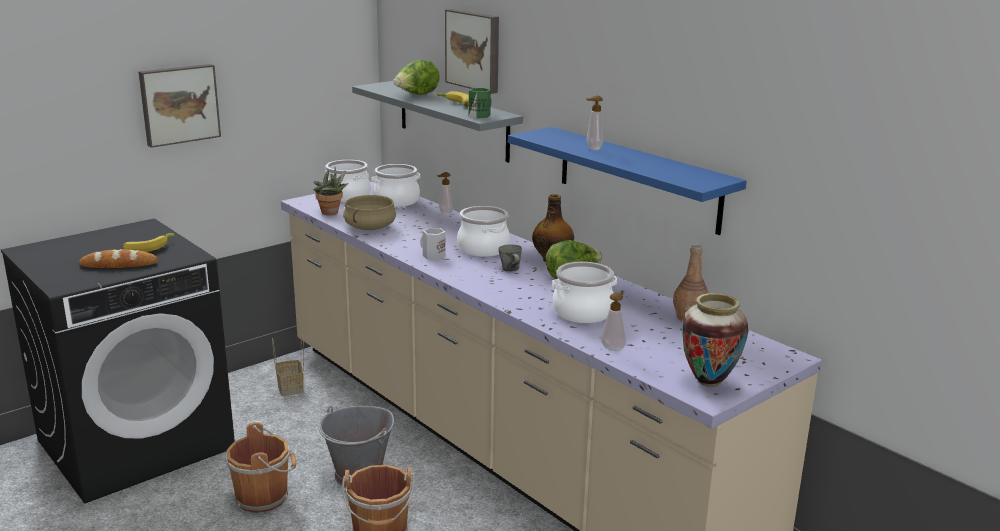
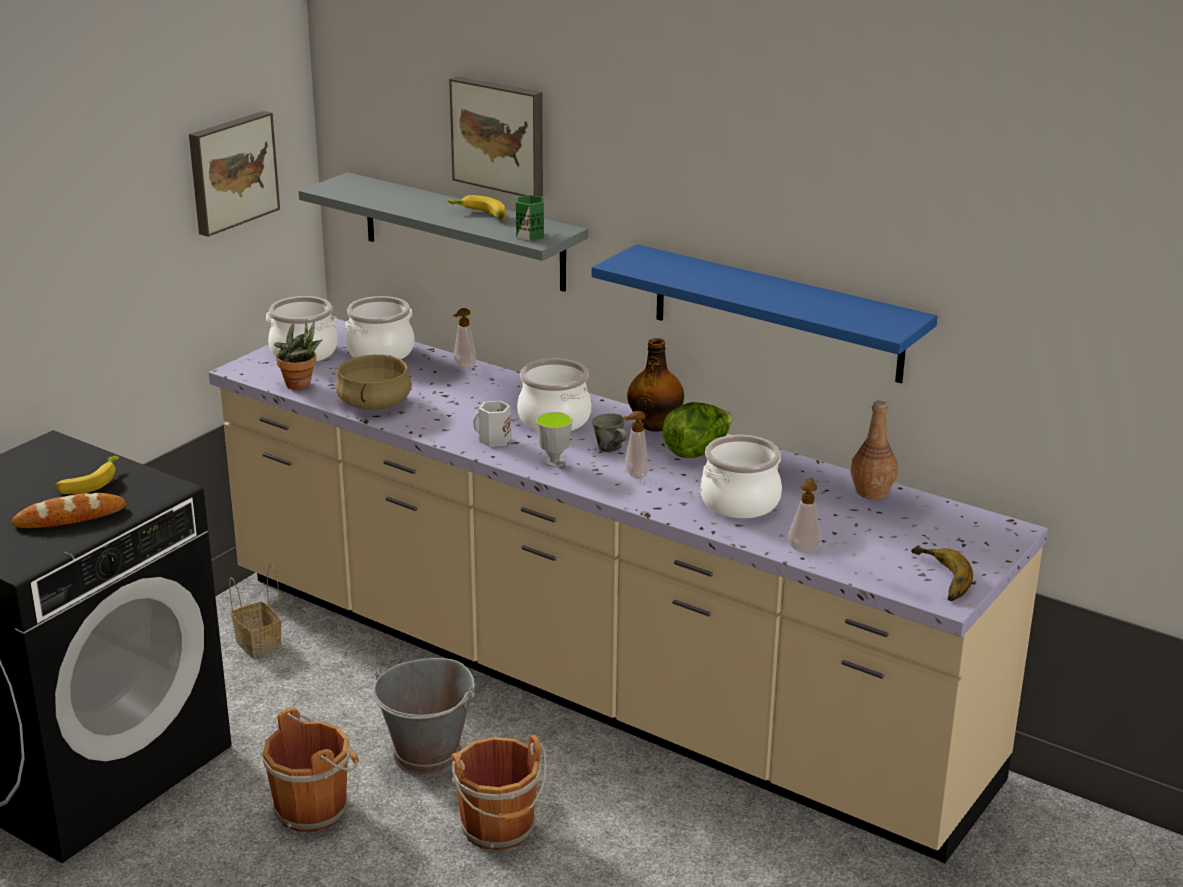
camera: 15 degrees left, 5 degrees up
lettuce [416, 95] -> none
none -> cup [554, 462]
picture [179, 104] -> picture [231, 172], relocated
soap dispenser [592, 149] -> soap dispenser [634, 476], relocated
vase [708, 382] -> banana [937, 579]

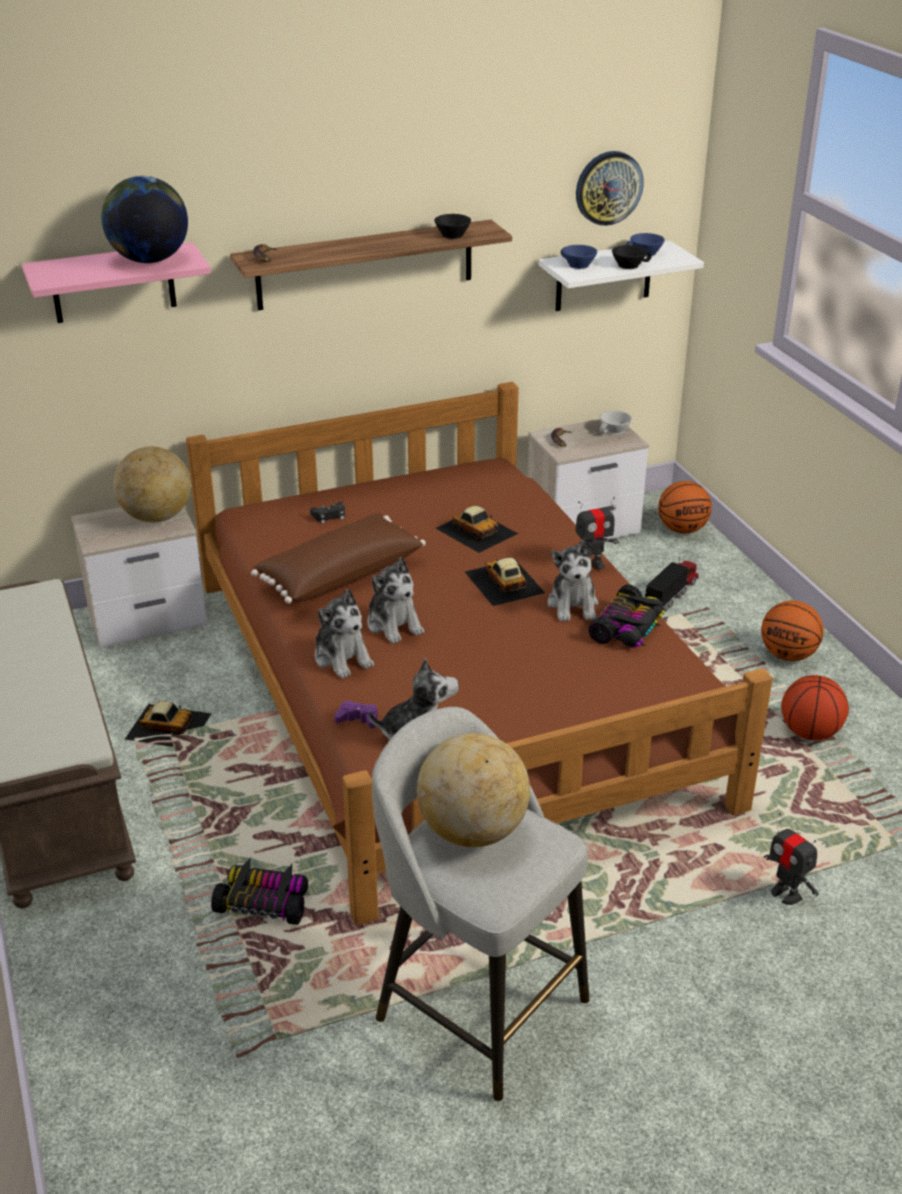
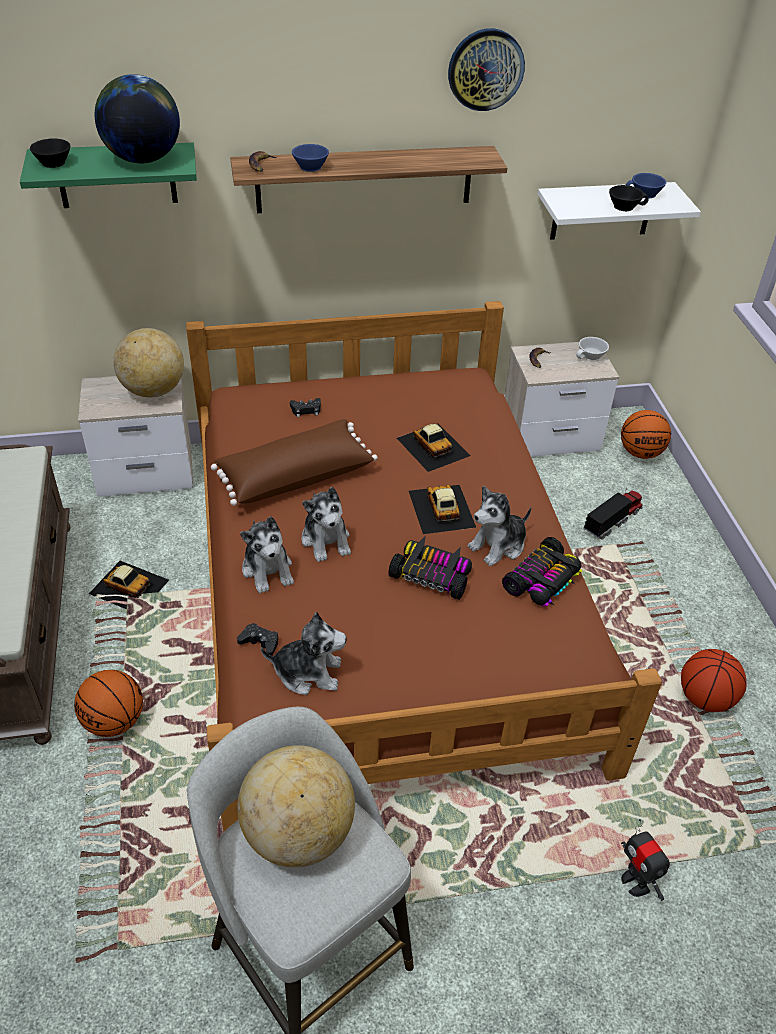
camera: 10 degrees right, 10 degrees up
toy robot [592, 565] -> none
toy car [264, 902] -> toy car [432, 575], relocated
cup in black [450, 235] -> cup in black [51, 162], relocated
cup in blue [577, 265] -> cup in blue [308, 167], relocated
wall clock [608, 187] -> wall clock [485, 69], relocated
basketball [788, 655] -> basketball [114, 721], relocated
shelf in pink [113, 283] -> shelf in green [116, 175]
game controller in purple [358, 719] -> game controller in black [260, 642]
plush toy [573, 605] -> plush toy [498, 545], 45 degrees clockwise

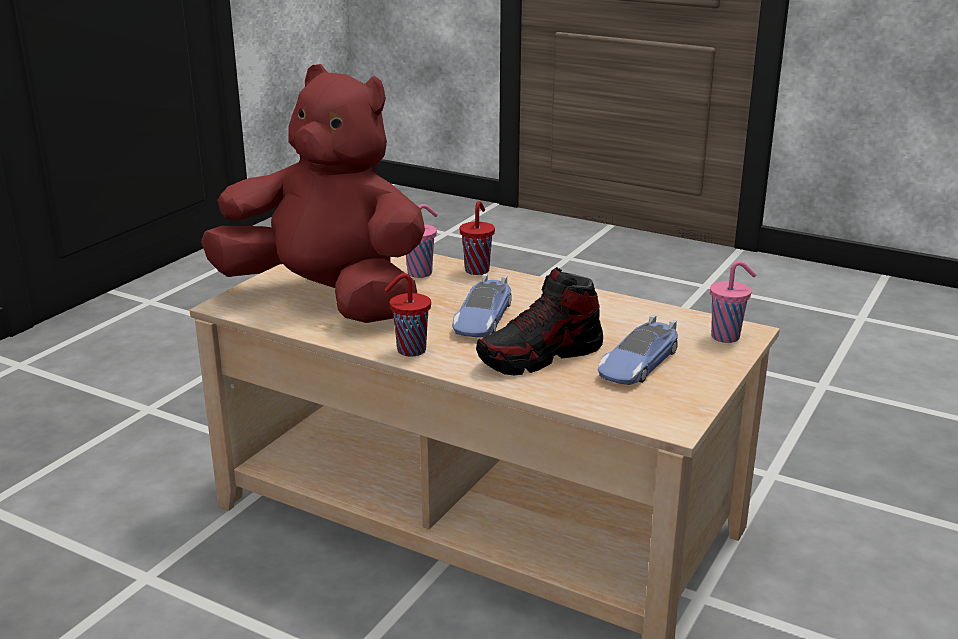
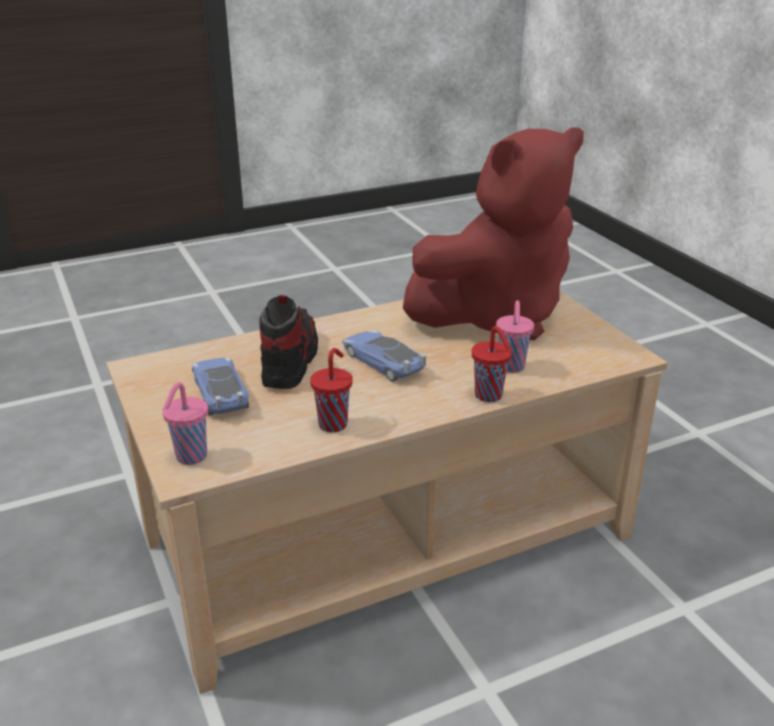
camera: 125 degrees right, 5 degrees up
cup in red [409, 351] -> cup in red [334, 423], relocated

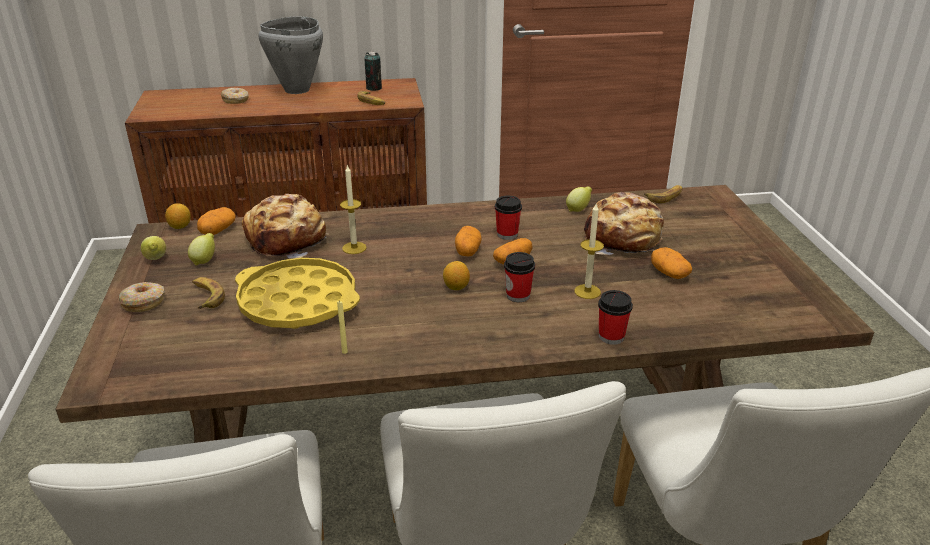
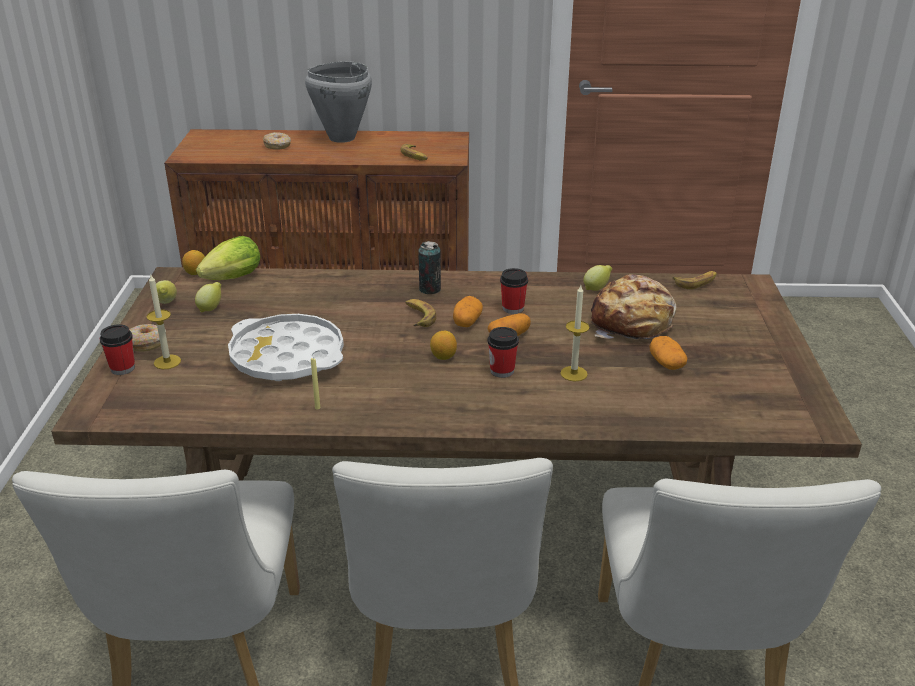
camera: 10 degrees right, 0 degrees up
bread [288, 240] -> none
banana [206, 296] -> banana [418, 316], relocated
candle [354, 248] -> candle [167, 362], relocated
can [374, 88] -> can [430, 289], relocated
cup [611, 336] -> cup [122, 368], relocated
potato [217, 230] -> lettuce [230, 280]
tray in yellow [298, 302] -> tray in white [287, 357]

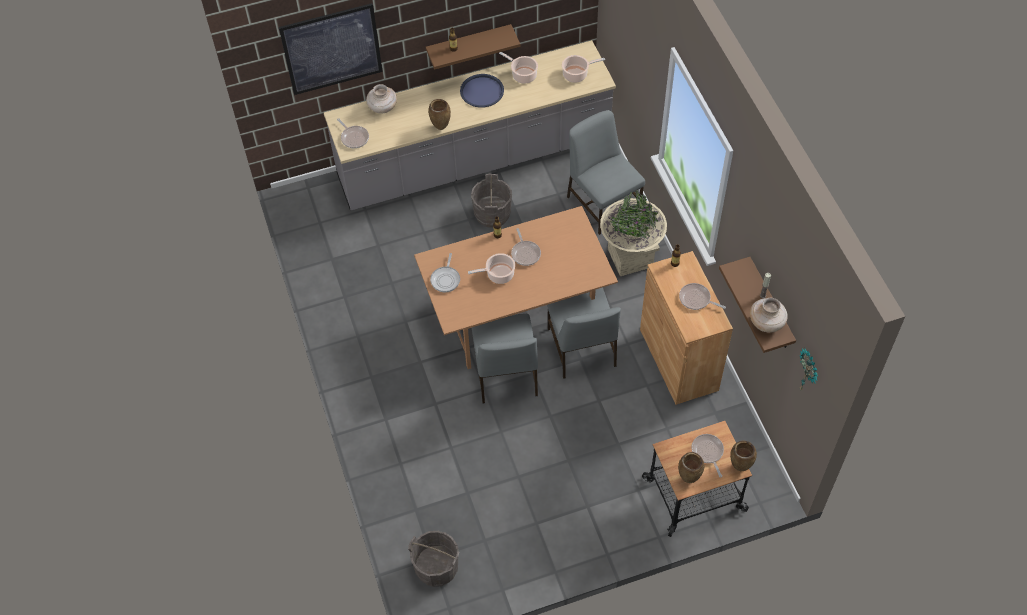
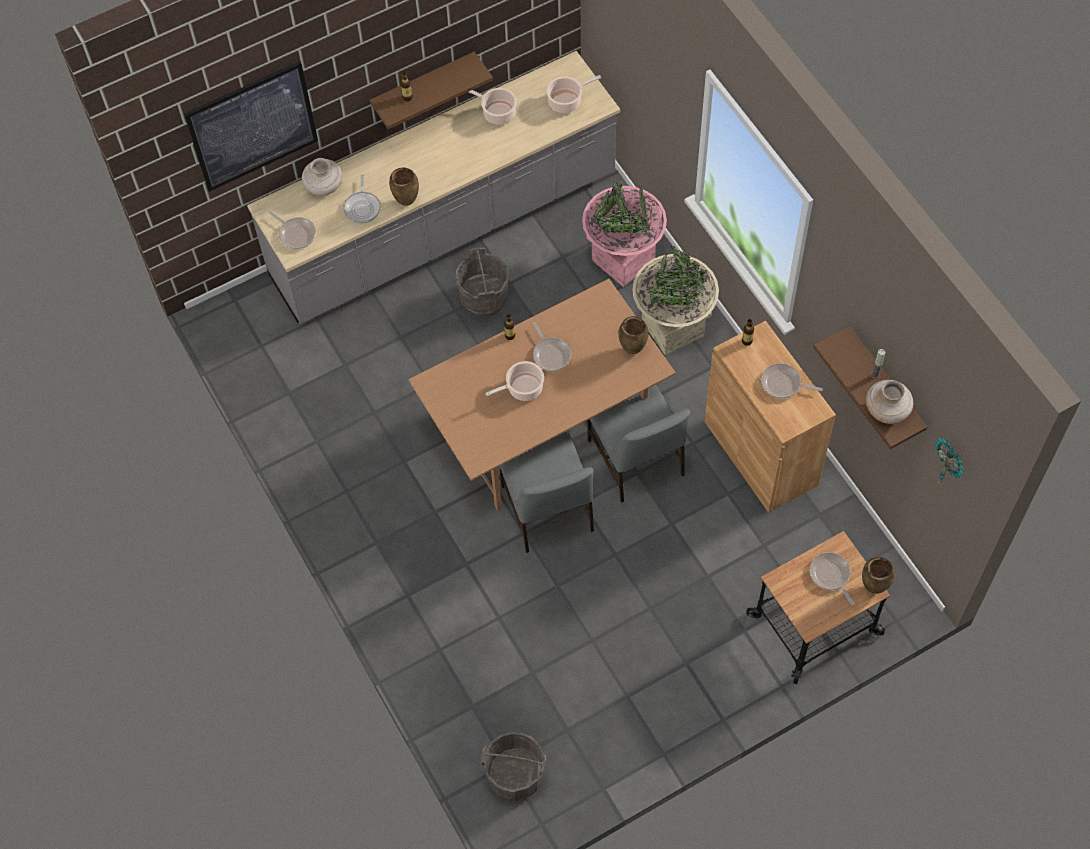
camera: 10 degrees left, 5 degrees up
tray in blue [482, 91] -> none
frying pan [446, 279] -> frying pan [362, 207], relocated
vase in brown [688, 479] -> vase in brown [632, 350], relocated
chair in grey [603, 203] -> planter in pink [623, 260]

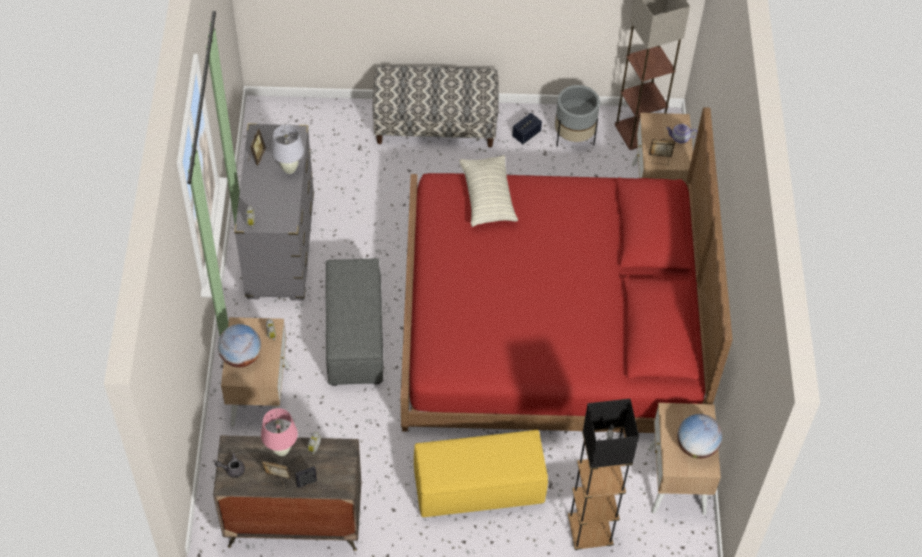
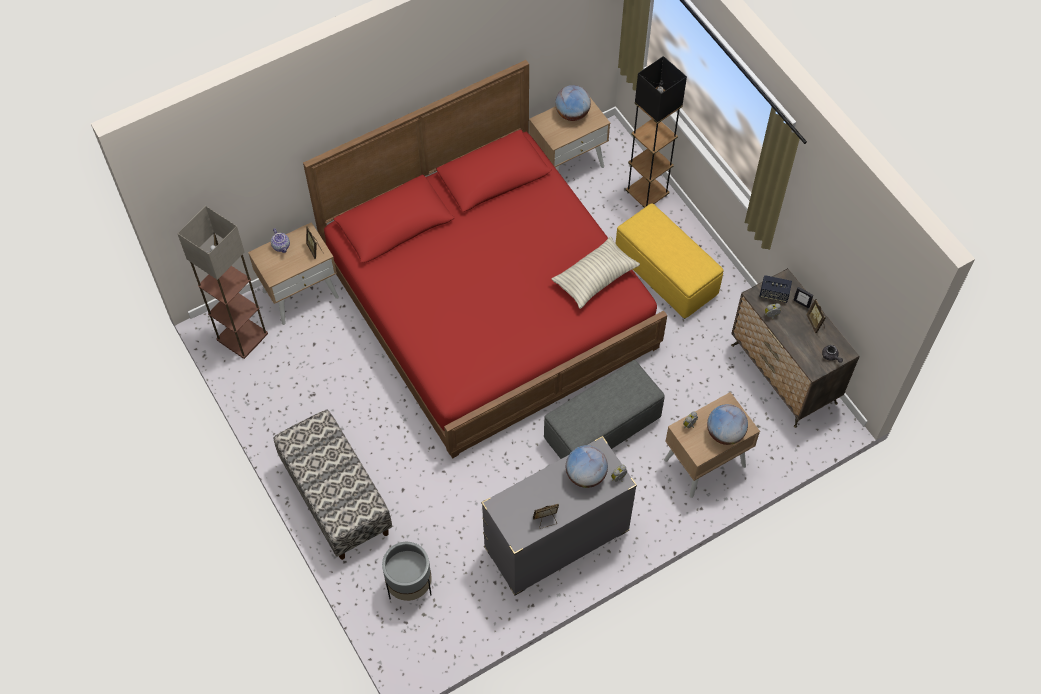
camera: 120 degrees left, 5 degrees up
table lamp in pink [281, 450] -> none
table lamp in white [289, 169] -> none
none -> globe [586, 475]
pillow [487, 198] -> pillow [595, 278], relocated
speaker [526, 134] -> speaker [774, 294], relocated
planter in grey [574, 137] -> planter in grey [409, 585], relocated

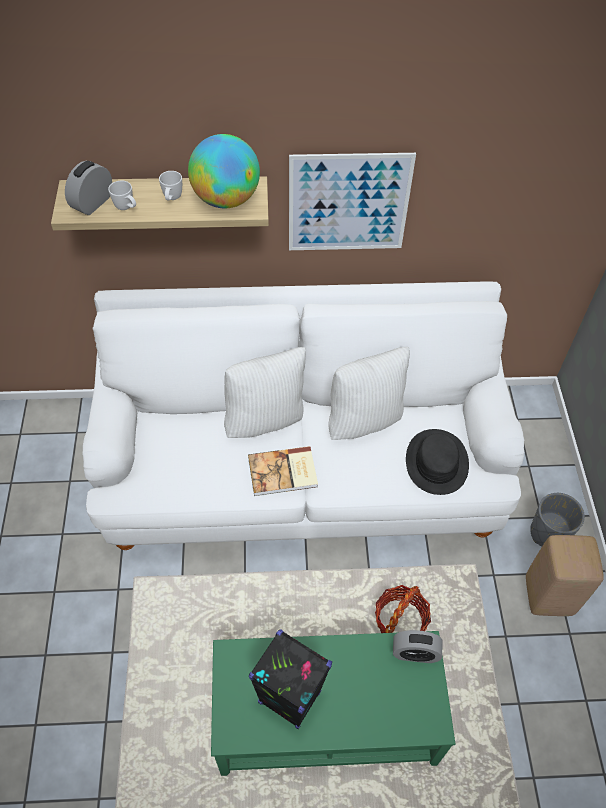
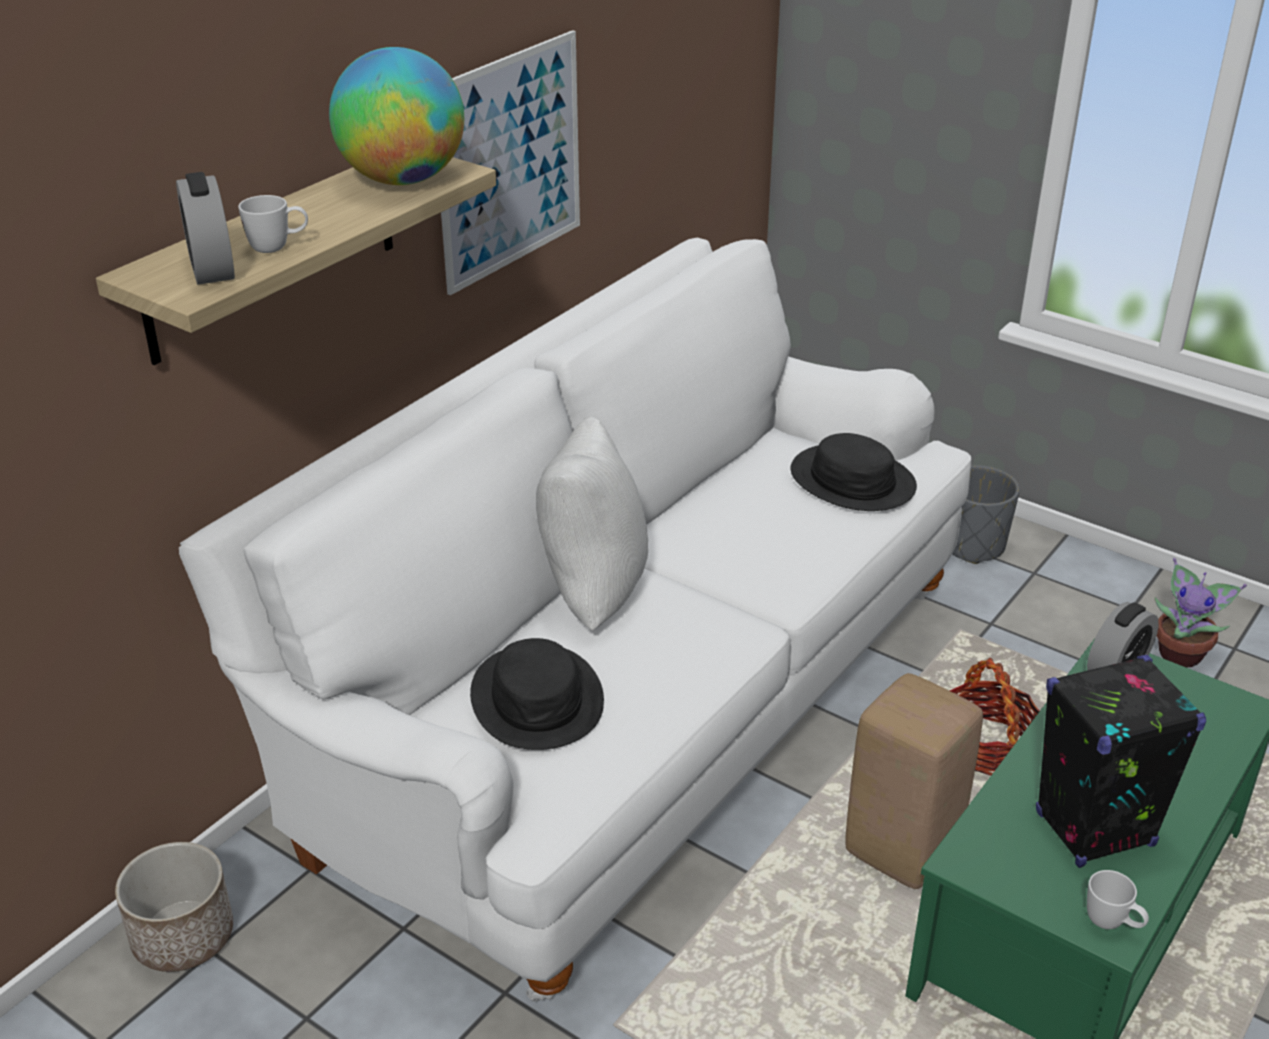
camera: 50 degrees left, 20 degrees down
book [283, 473] -> none
pillow in white [364, 419] -> none
none -> planter [183, 936]
none -> hat in black [537, 699]
none -> potted plant [1182, 654]
mug in white [172, 199] -> mug in white [1112, 924], relocated
stool in beige [549, 596] -> stool in beige [904, 849], relocated

